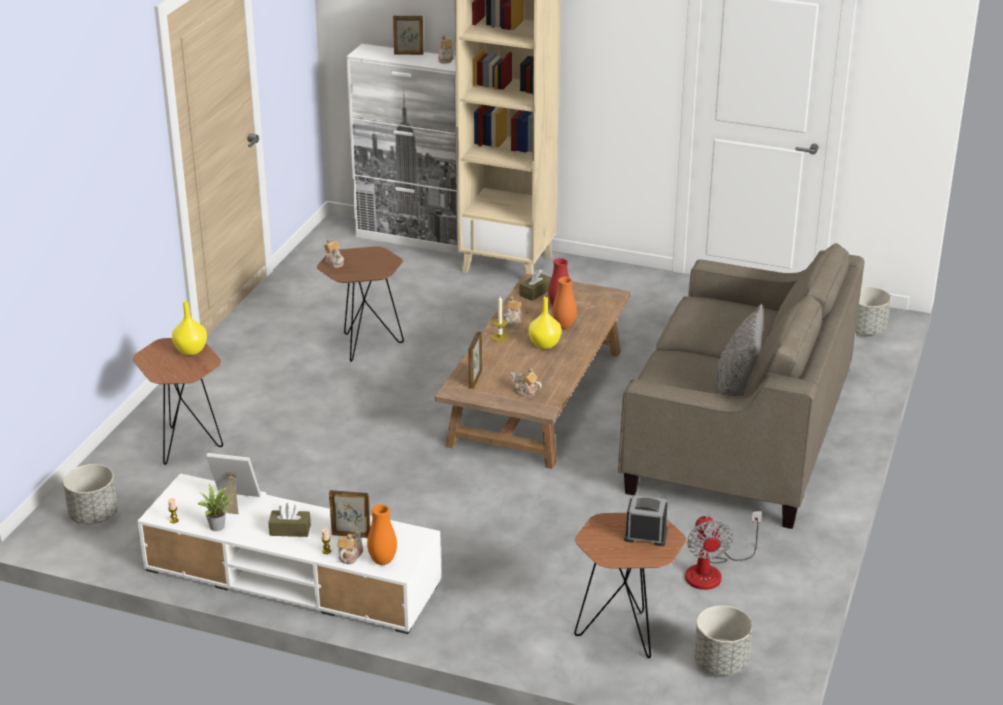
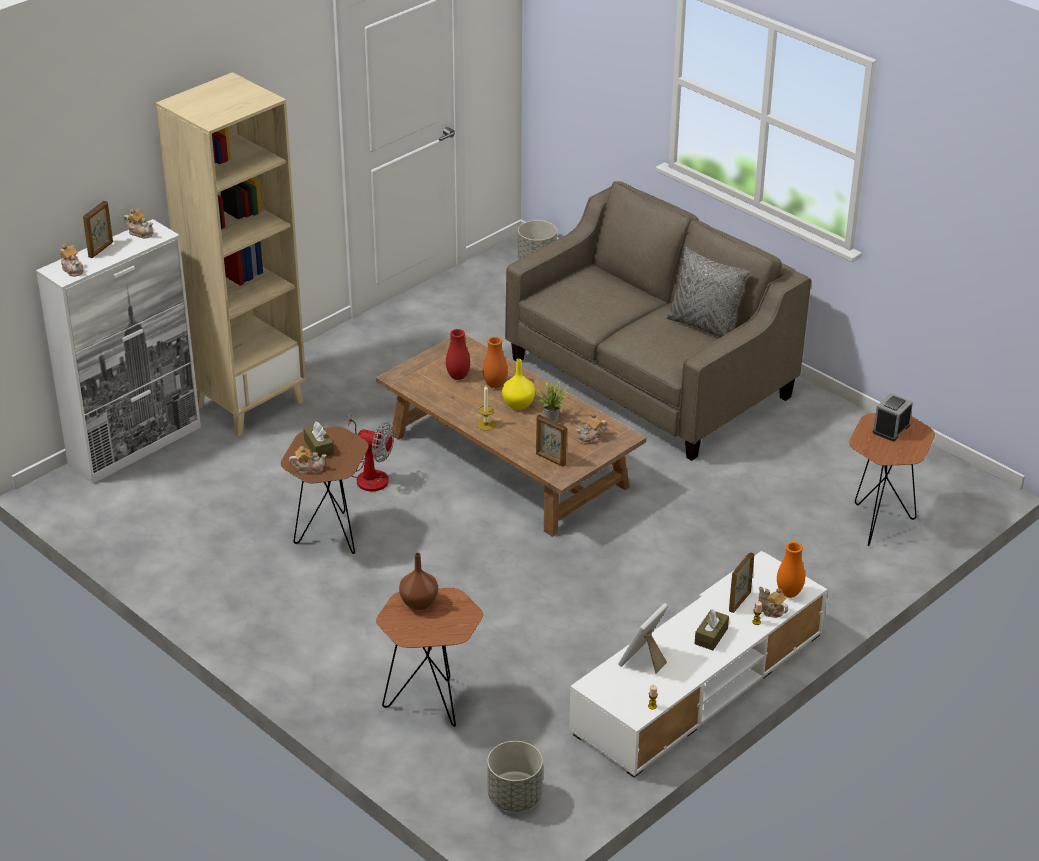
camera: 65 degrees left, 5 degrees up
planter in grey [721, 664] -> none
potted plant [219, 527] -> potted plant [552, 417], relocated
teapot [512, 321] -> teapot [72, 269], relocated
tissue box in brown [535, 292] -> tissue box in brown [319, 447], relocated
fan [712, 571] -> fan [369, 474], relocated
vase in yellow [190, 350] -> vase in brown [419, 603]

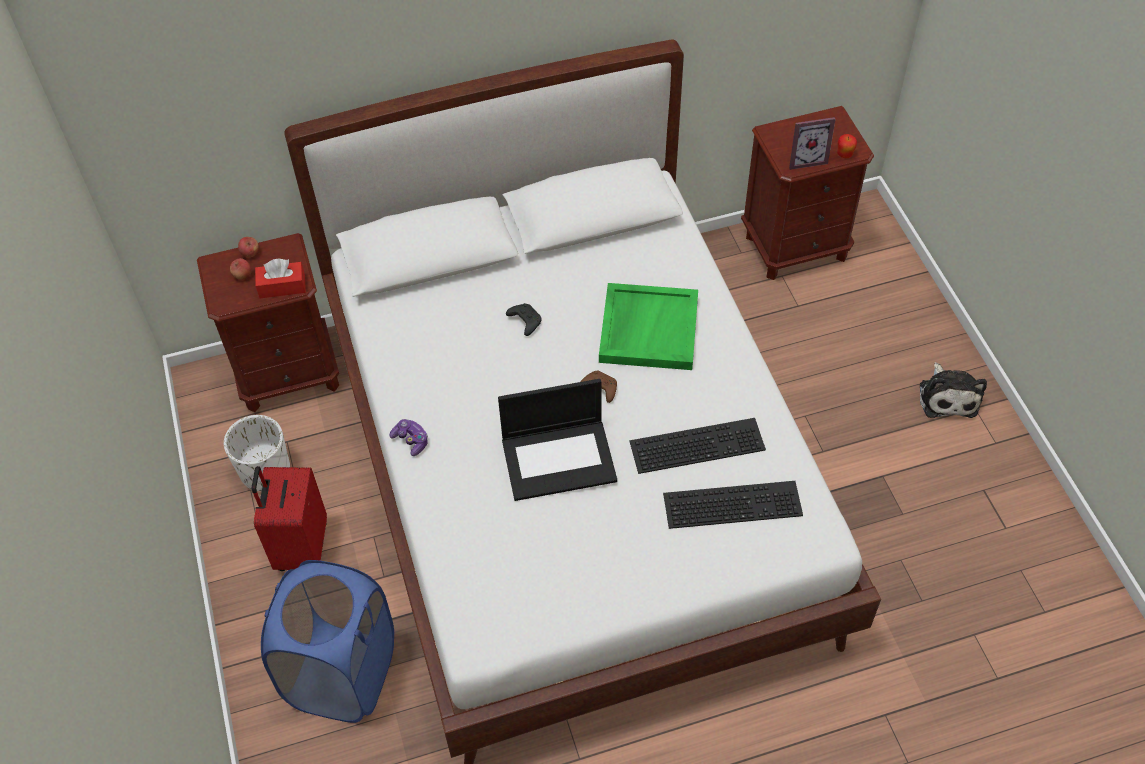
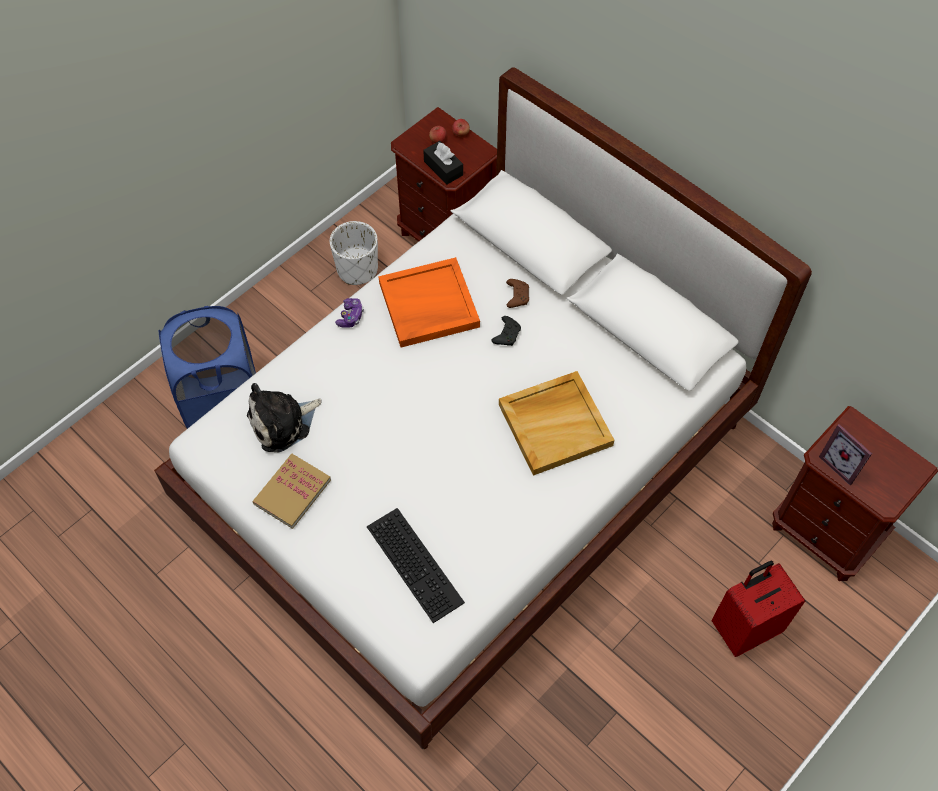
camera: 60 degrees right, 5 degrees up
laptop [559, 458] -> none
keyboard [698, 443] -> none
apple [844, 155] -> none
none -> book [292, 492]
none -> tray in orange [428, 305]
suitcase in red [300, 547] -> suitcase in red [745, 628], relocated
game controller in brown [599, 389] -> game controller in brown [517, 296], relocated
plush toy [947, 396] -> plush toy [283, 422], relocated
tissue box in red [282, 286] -> tissue box in black [443, 168]
tray in green [648, 328] -> tray in beige [555, 424]

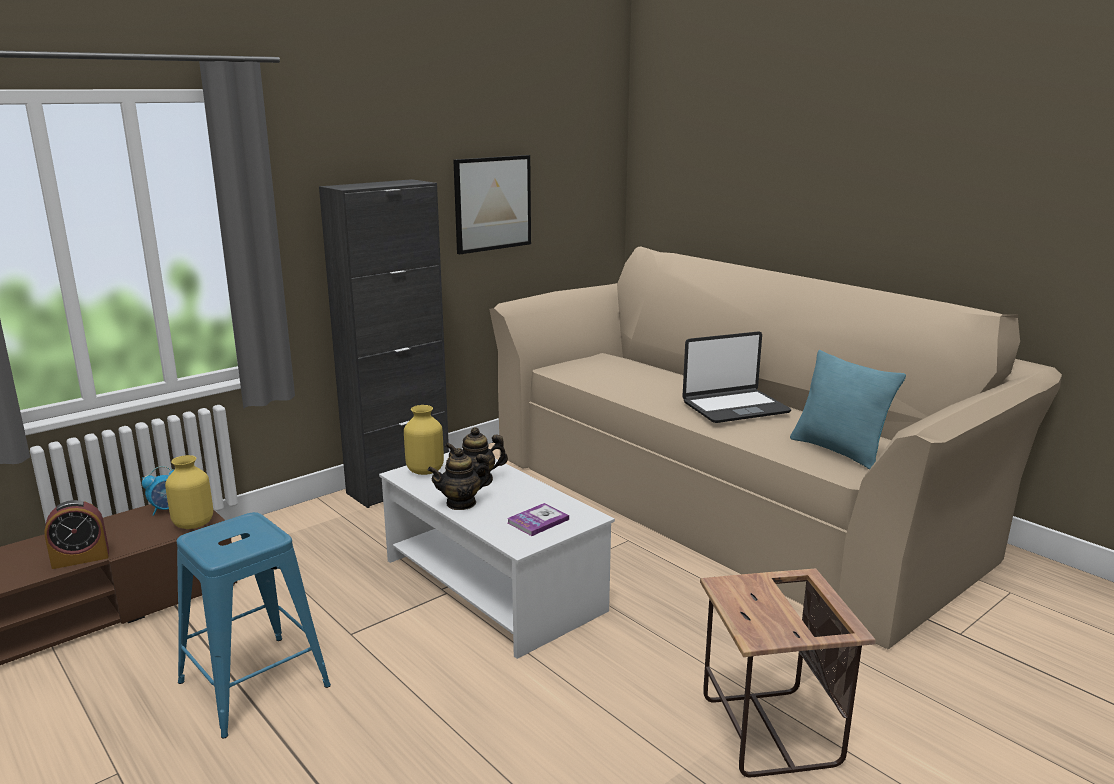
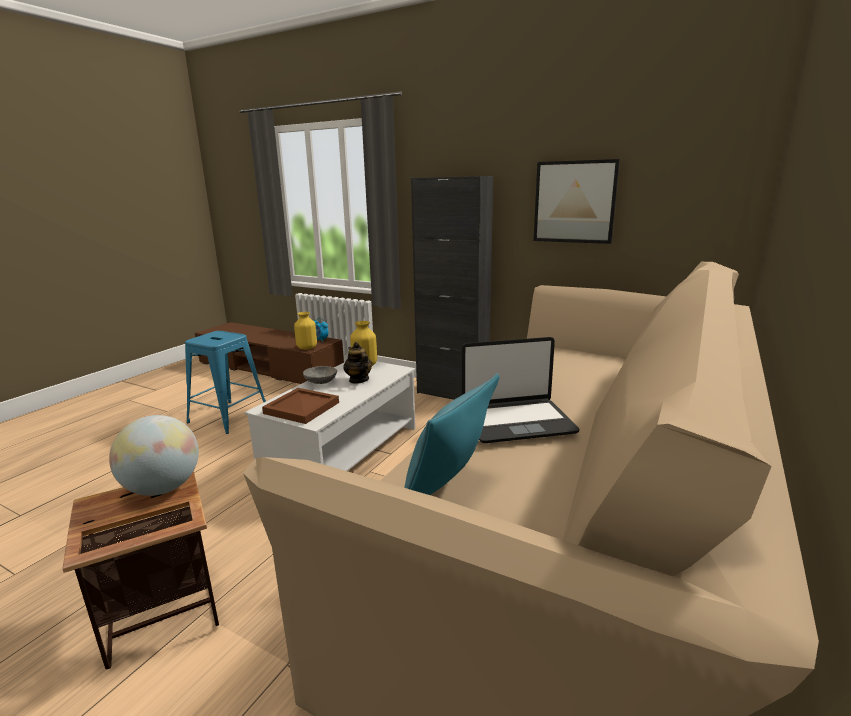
camera: 70 degrees right, 0 degrees up
alarm clock [80, 558] -> none
none -> globe [163, 488]
teapot [461, 503] -> bowl in grey [320, 383]
book [538, 521] -> tray in brown [301, 407]
laptop [734, 407] -> laptop [516, 421], 60 degrees counterclockwise

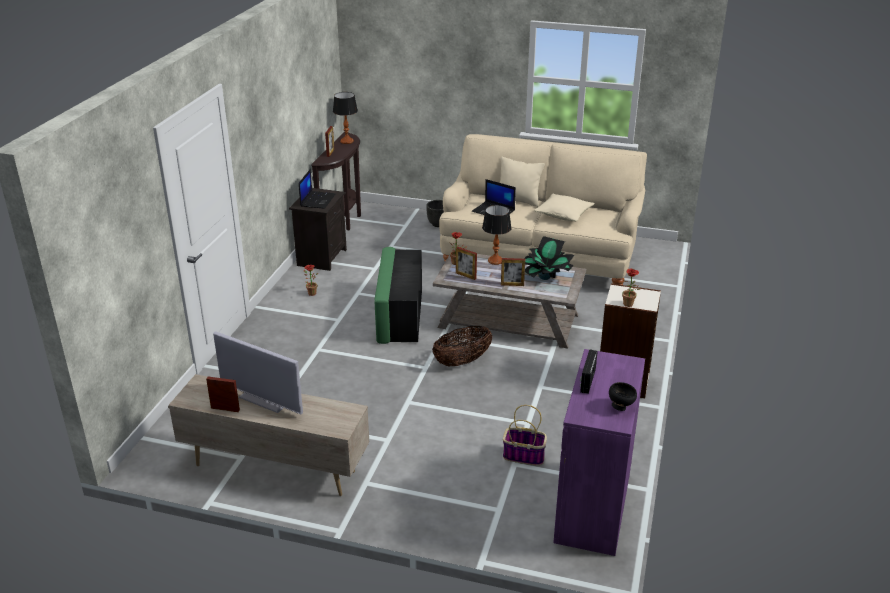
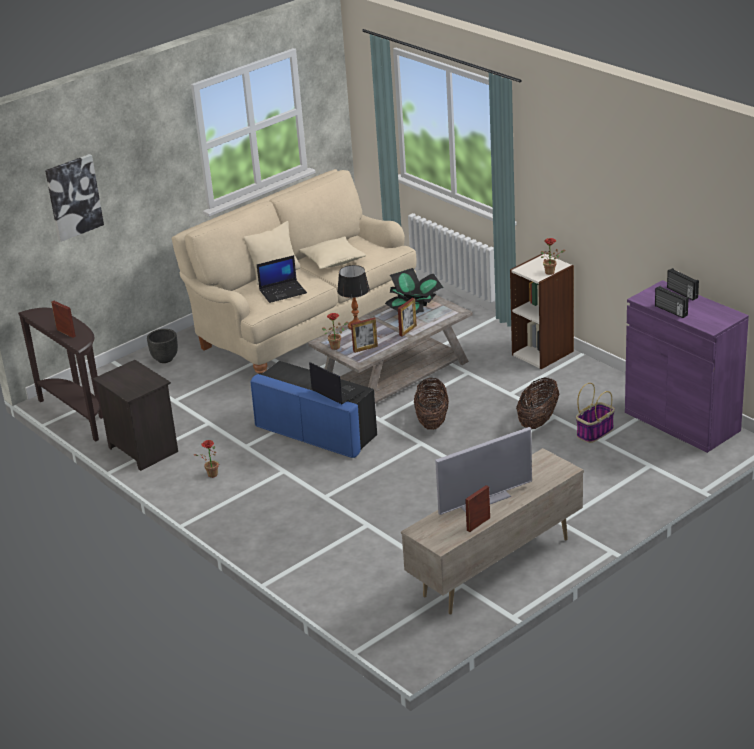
camera: 55 degrees left, 0 degrees up
table lamp [347, 141] -> none
bowl in black [620, 407] -> none
none -> picture [73, 197]
none -> basket [538, 420]
none -> radio [681, 293]
laptop [317, 200] -> laptop [337, 391], relocated
ottoman in green [400, 315] -> ottoman in blue [316, 432]

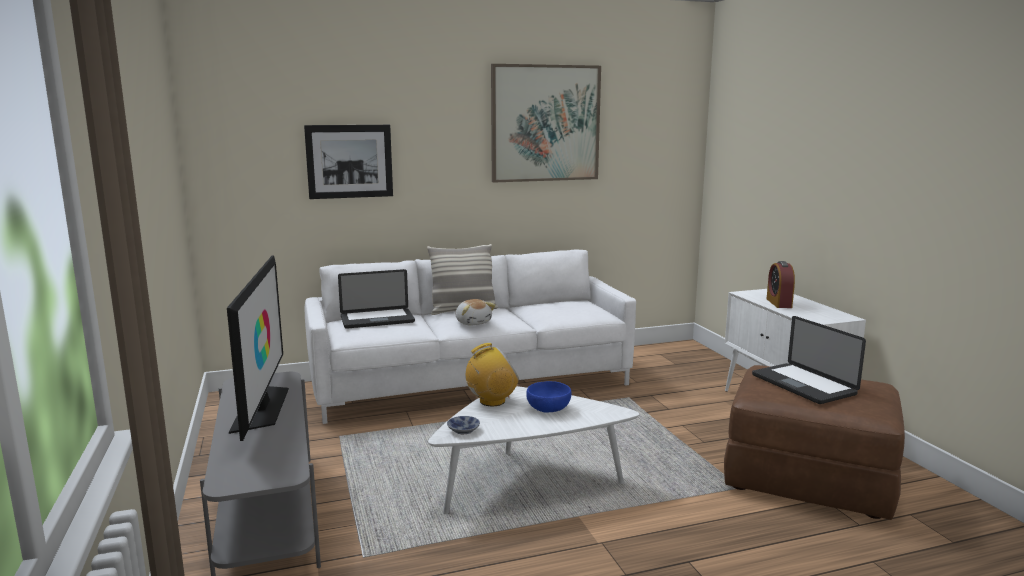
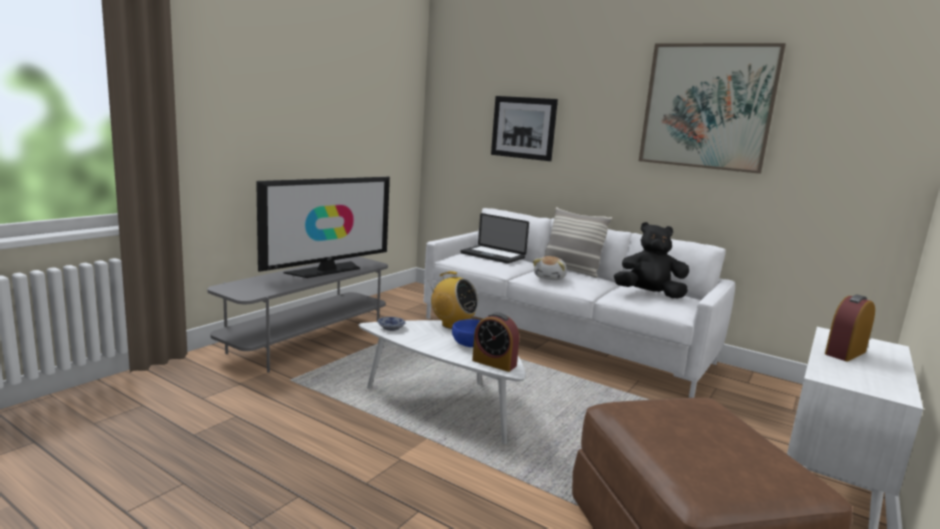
camera: 50 degrees right, 0 degrees up
laptop [803, 385] -> none
none -> alarm clock [494, 363]
none -> plush toy in black [649, 294]

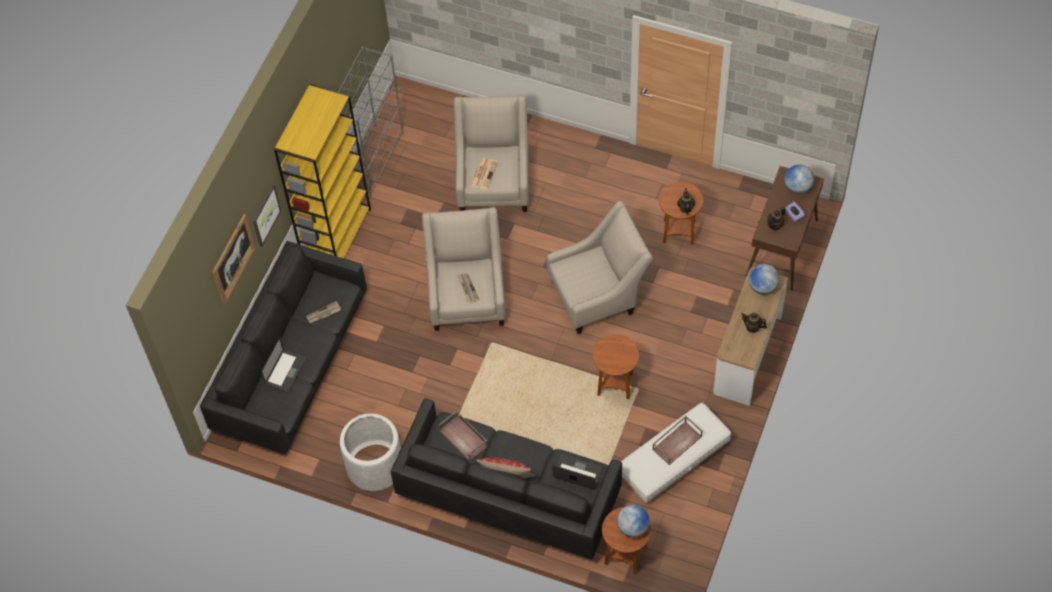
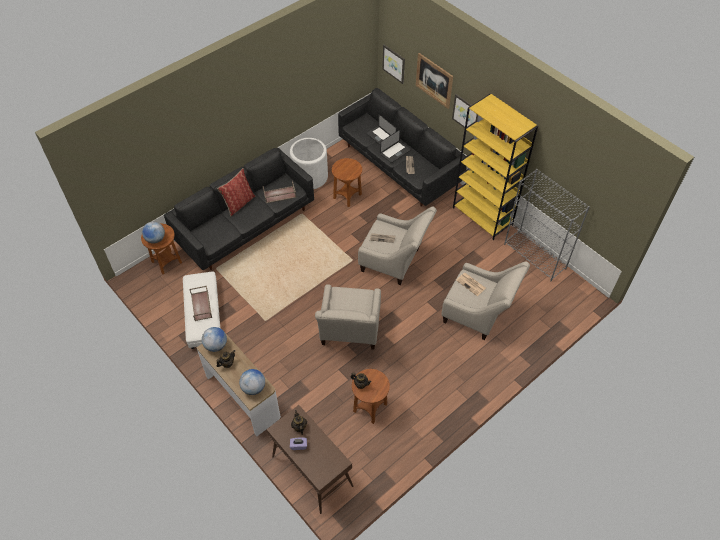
camera: 115 degrees right, 5 degrees down
none -> picture [394, 63]
laptop [577, 473] -> laptop [395, 152], relocated
side table in brown [615, 384] -> side table in brown [347, 196], relocated
globe [798, 187] -> globe [216, 345], relocated

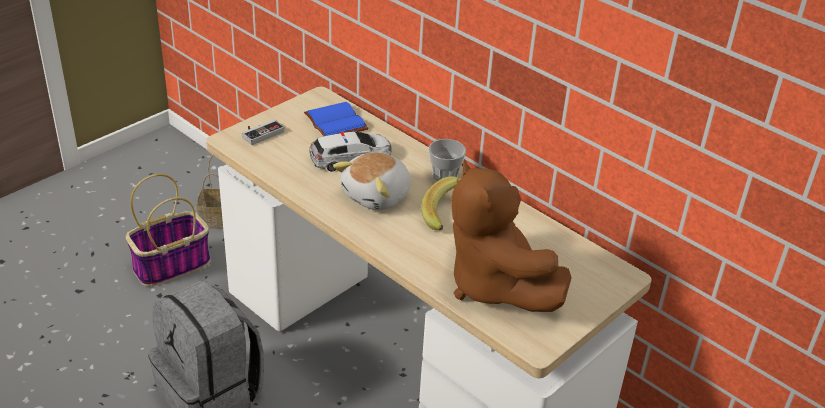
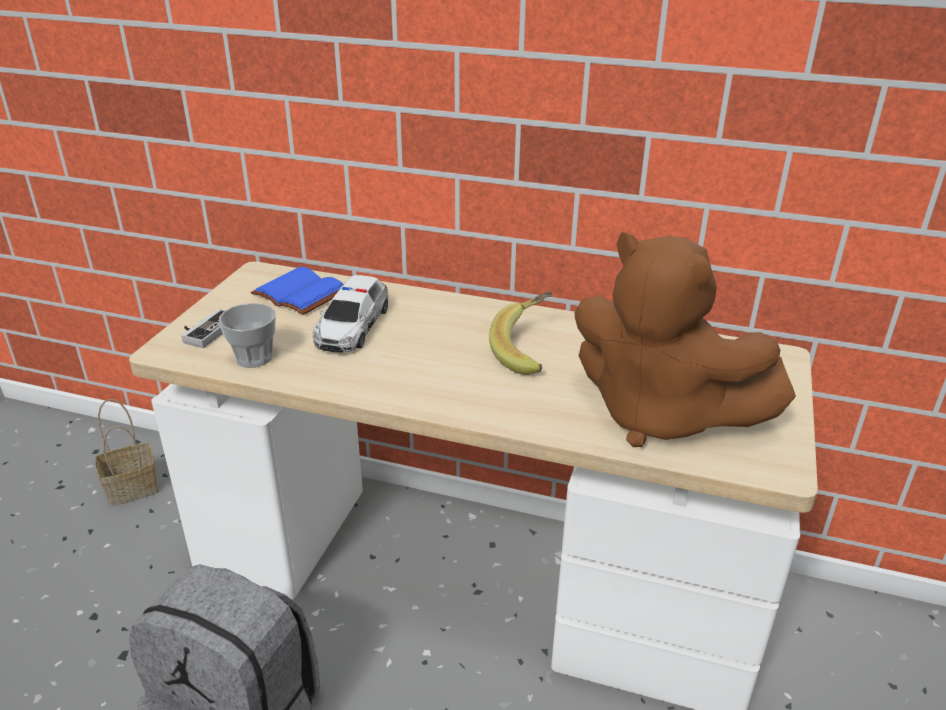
camera: 25 degrees left, 5 degrees down
basket [172, 265] -> none
plush toy [378, 196] -> none
cup [445, 176] -> cup [253, 358], relocated
toy car [351, 158] -> toy car [352, 326], 150 degrees clockwise

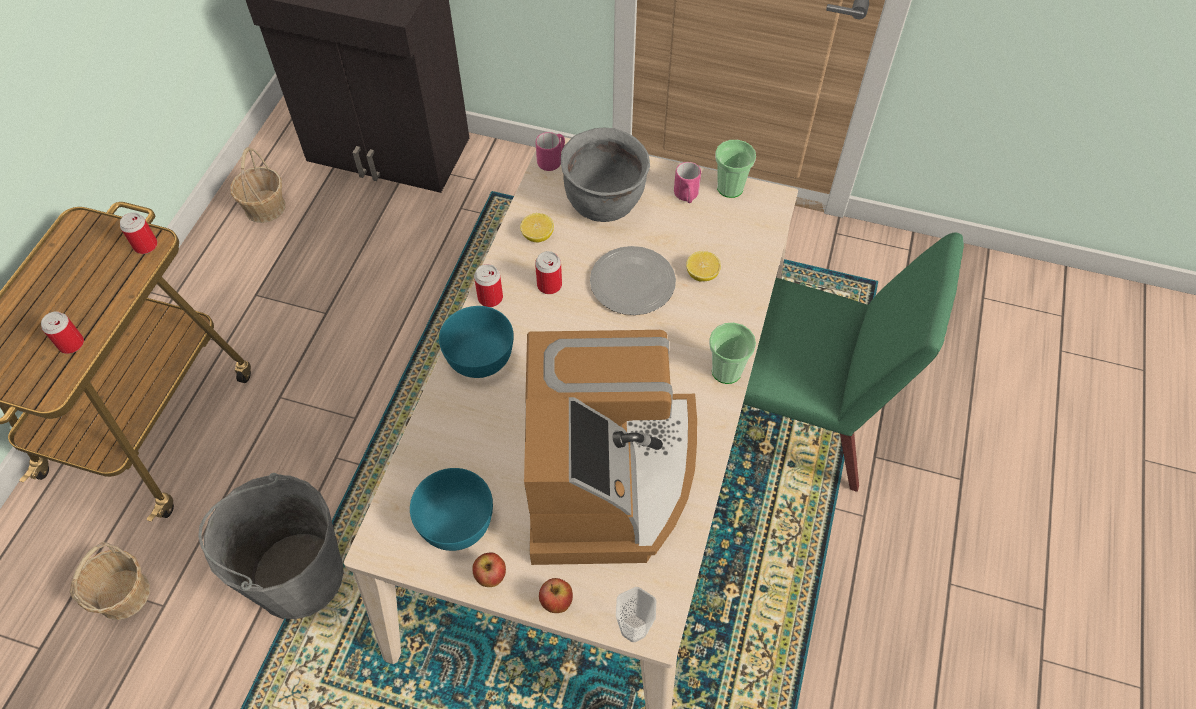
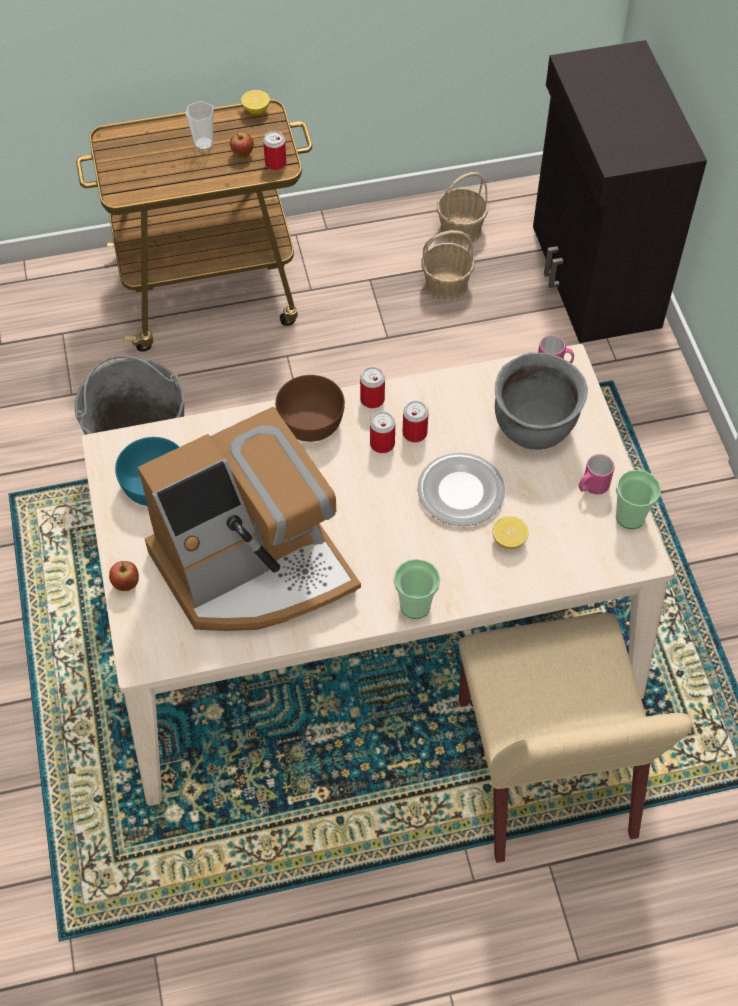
camera: 60 degrees right, 0 degrees up
can [71, 344] -> can [382, 444], relocated
basket [124, 594] -> basket [446, 285], relocated
apple [491, 577] -> apple [242, 155], relocated
lemon [537, 236] -> lemon [256, 110], relocated
cup [634, 628] -> cup [203, 144], relocated
bowl in turquoise [480, 356] -> bowl in brown [310, 423]
chair in green [797, 416] -> chair in beige [546, 770]

